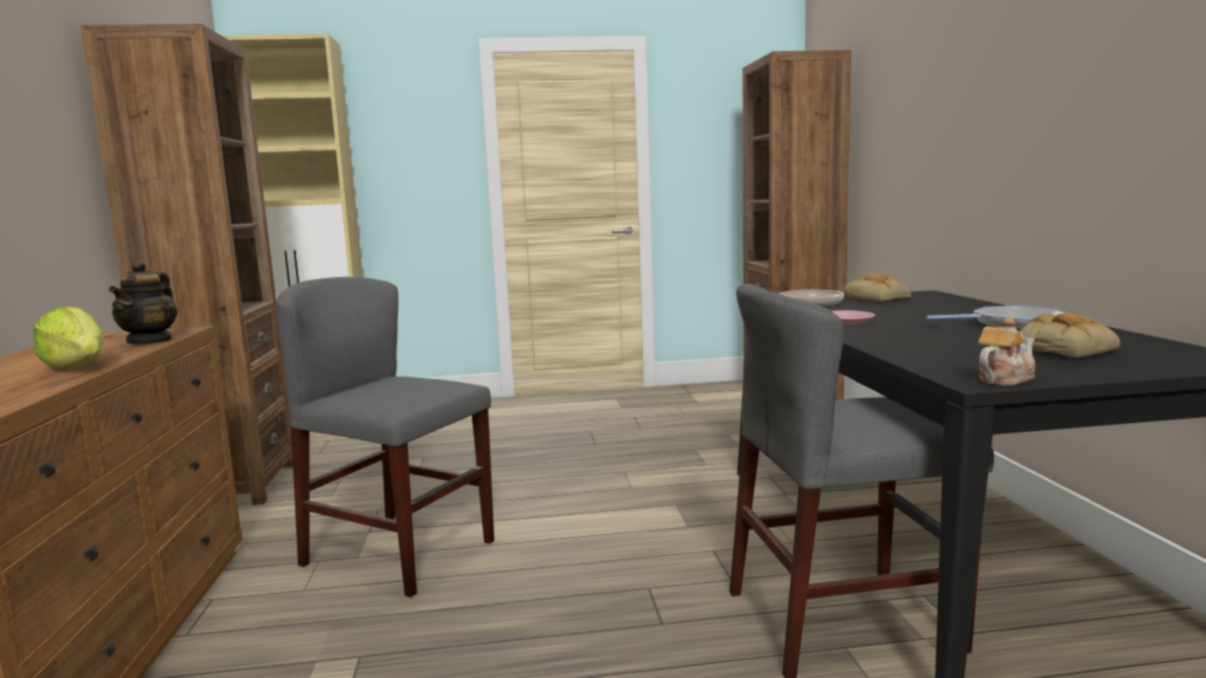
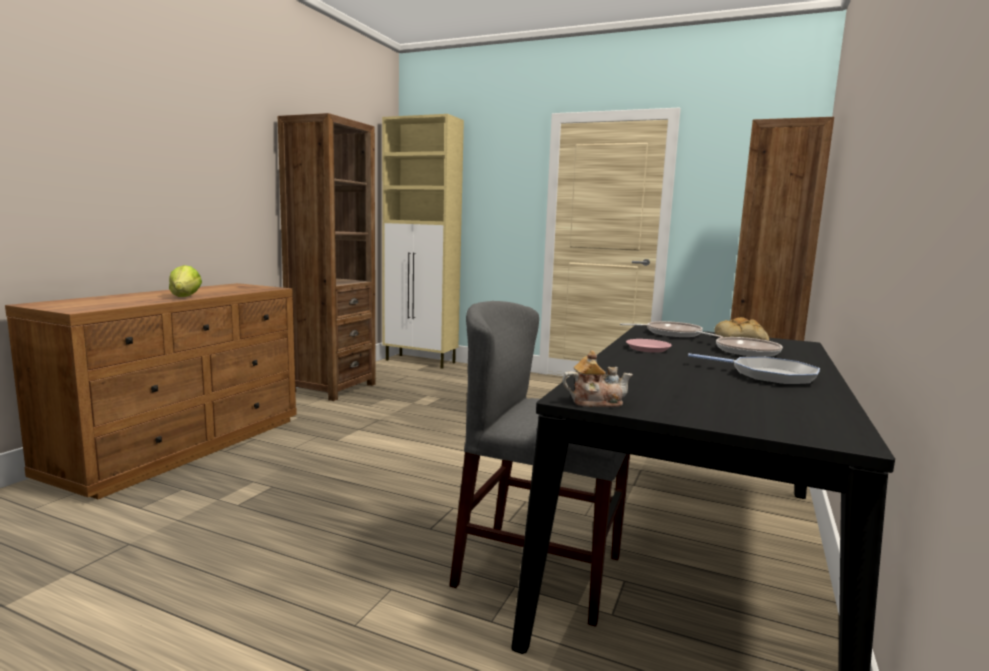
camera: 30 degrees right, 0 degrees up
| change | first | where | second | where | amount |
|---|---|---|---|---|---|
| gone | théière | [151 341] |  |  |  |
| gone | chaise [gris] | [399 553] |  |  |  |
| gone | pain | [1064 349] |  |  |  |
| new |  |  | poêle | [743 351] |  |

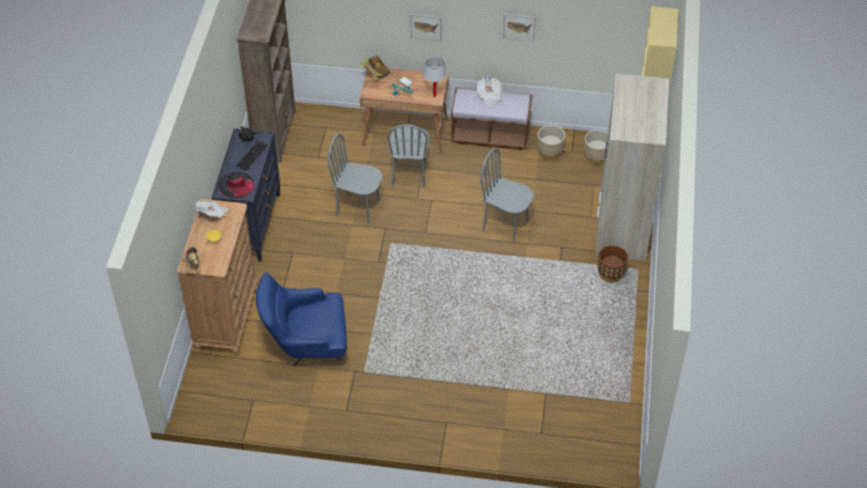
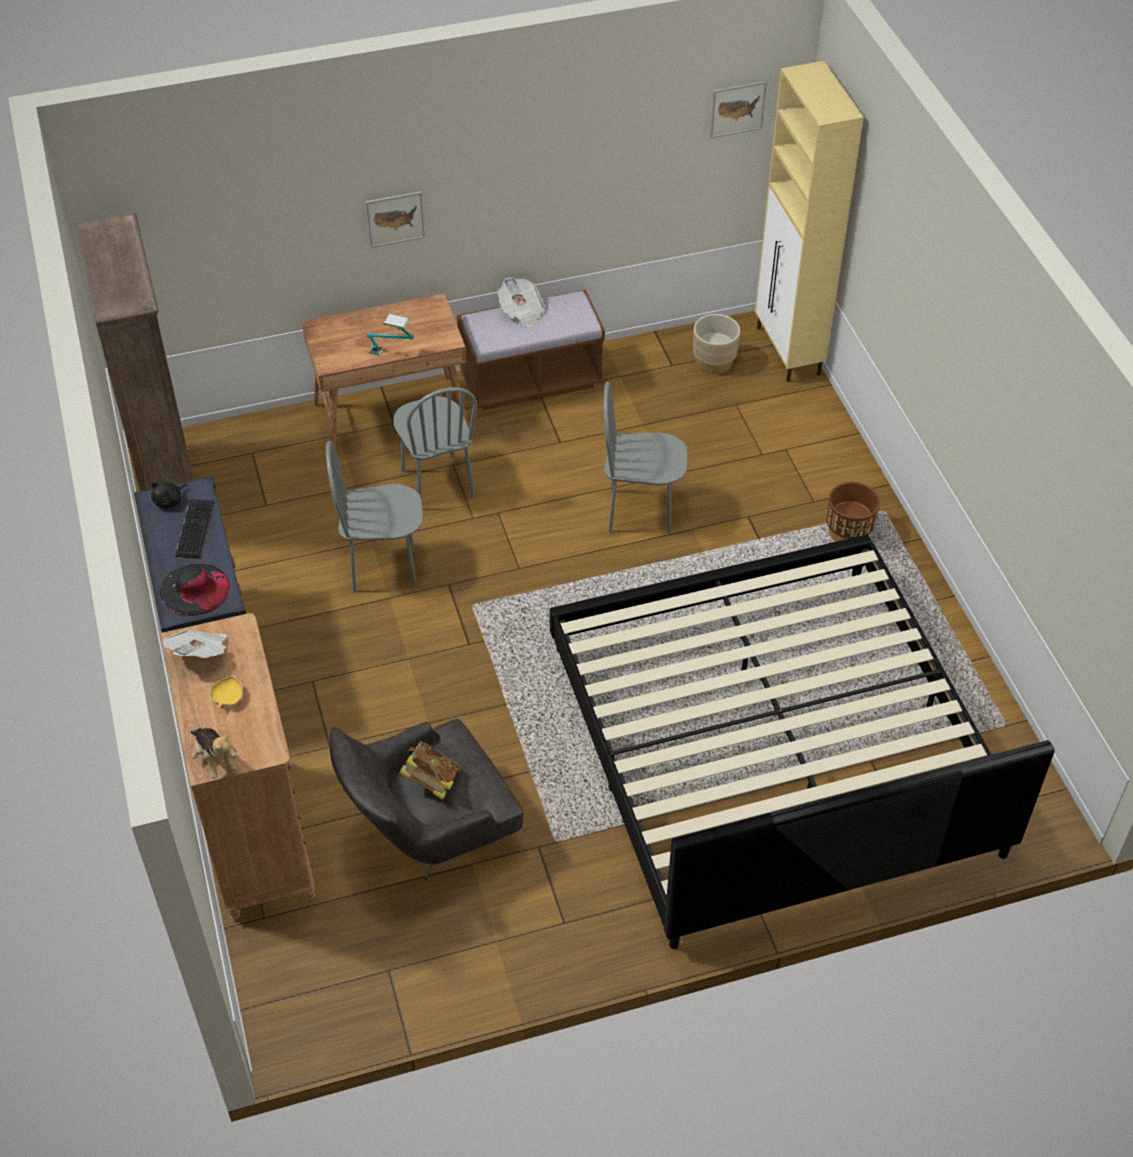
camera: 25 degrees left, 0 degrees up
| change | first | where | second | where | amount |
|---|---|---|---|---|---|
| gone | lampe de table [blanc] | [434 95] |  |  |  |
| gone | cache-pot [beige] | [549 152] |  |  |  |
| gone | armoire [beige] | [621 225] |  |  |  |
| new |  |  | lit | [771 749] |  |
| shifted | livre | [376 75] |  | [431 781] |  |
| shifted | tableau | [519 27] |  | [737 109] |  |
| repainted | fauteuil [bleu] | [306 346] | fauteuil [gris] | [429 835] |  |

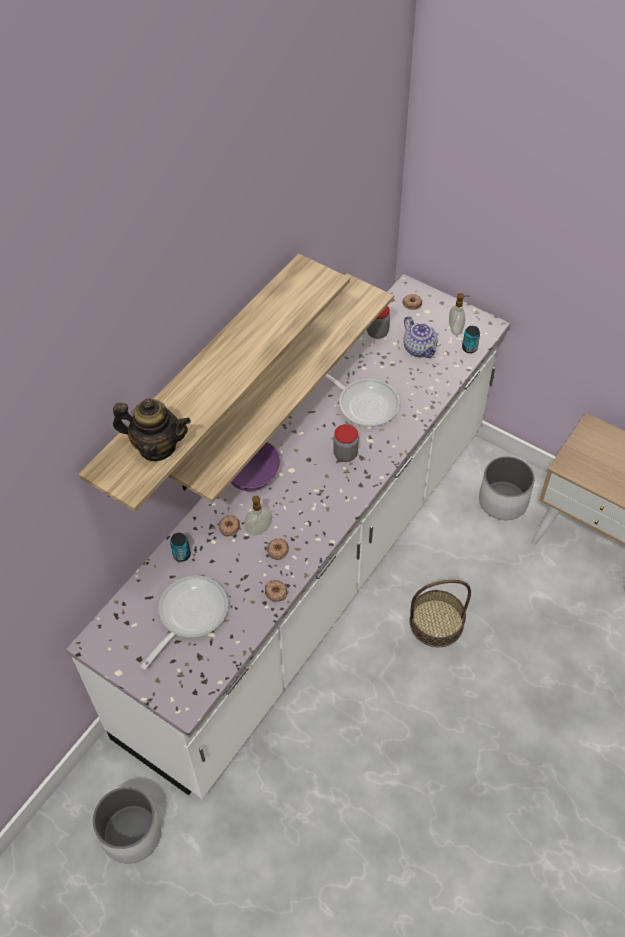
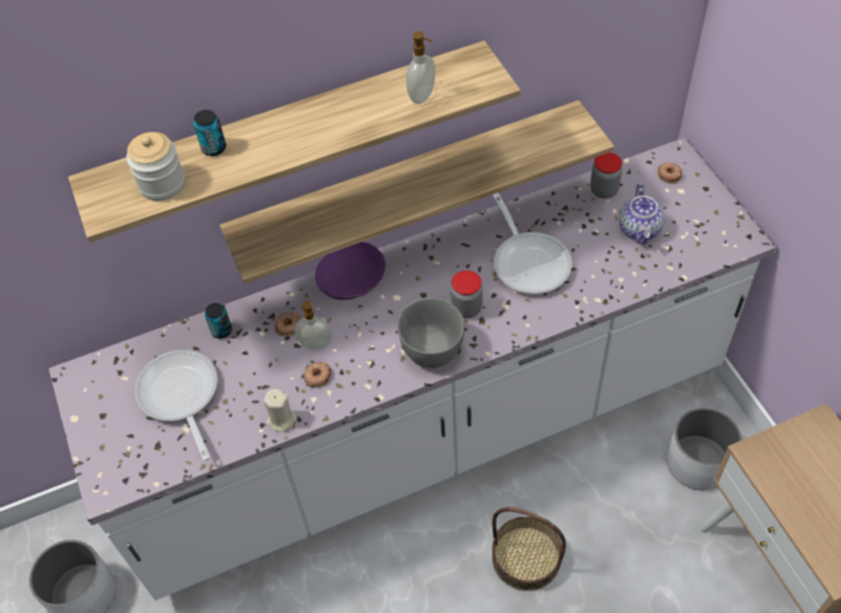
camera: 35 degrees right, 0 degrees up
| change | first | where | second | where | amount |
|---|---|---|---|---|---|
| new |  |  | bol [gris] | [432 351] |  |
| shifted | distributeur de savon | [456 329] |  | [423 96] |  |
| shifted | boîte métallique | [469 348] |  | [214 148] |  |
| swapped | théière | [157 447] | bocal | [162 184] |  |
| swapped | beignet | [275 592] | bougie [beige] | [281 420] |  |
| rotated | poêle | [189 615] |  | [180 397] | 90 degrees counterclockwise |

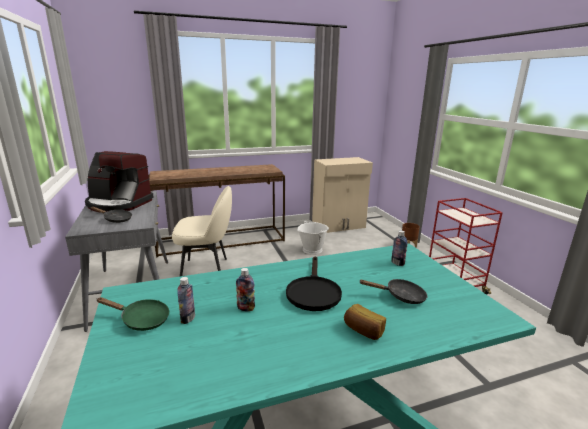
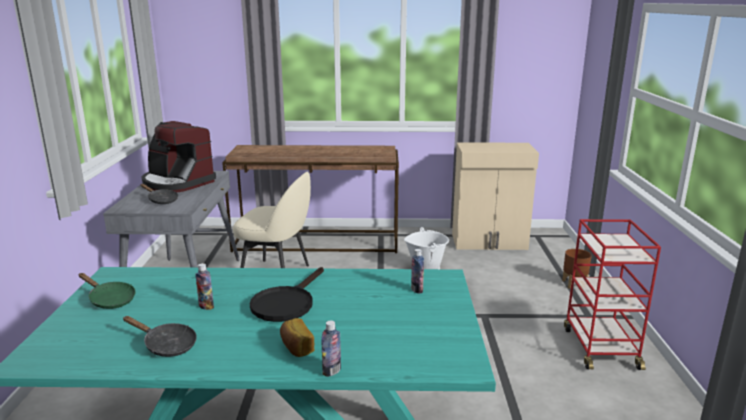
camera: 20 degrees right, 0 degrees up
| change | first | where | second | where | amount |
|---|---|---|---|---|---|
| shifted | bouteille | [188 319] |  | [331 371] |  |
| shifted | poêle [noir] | [401 296] |  | [166 345] |  |

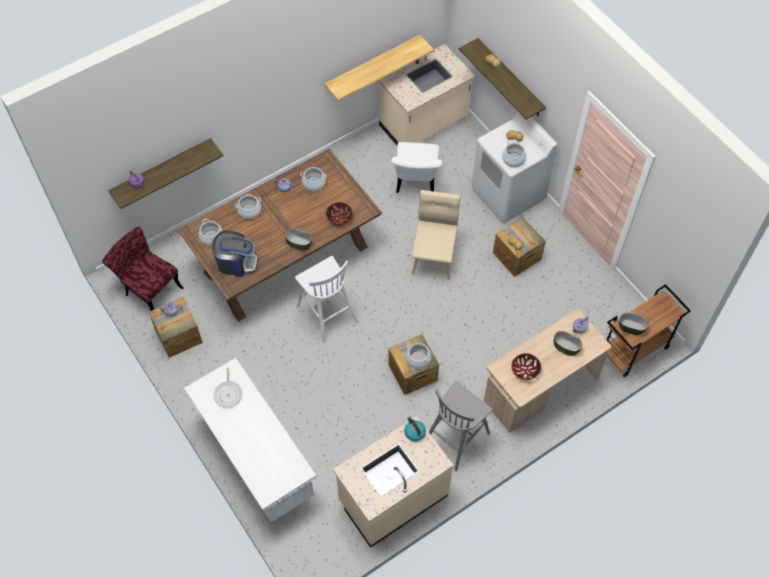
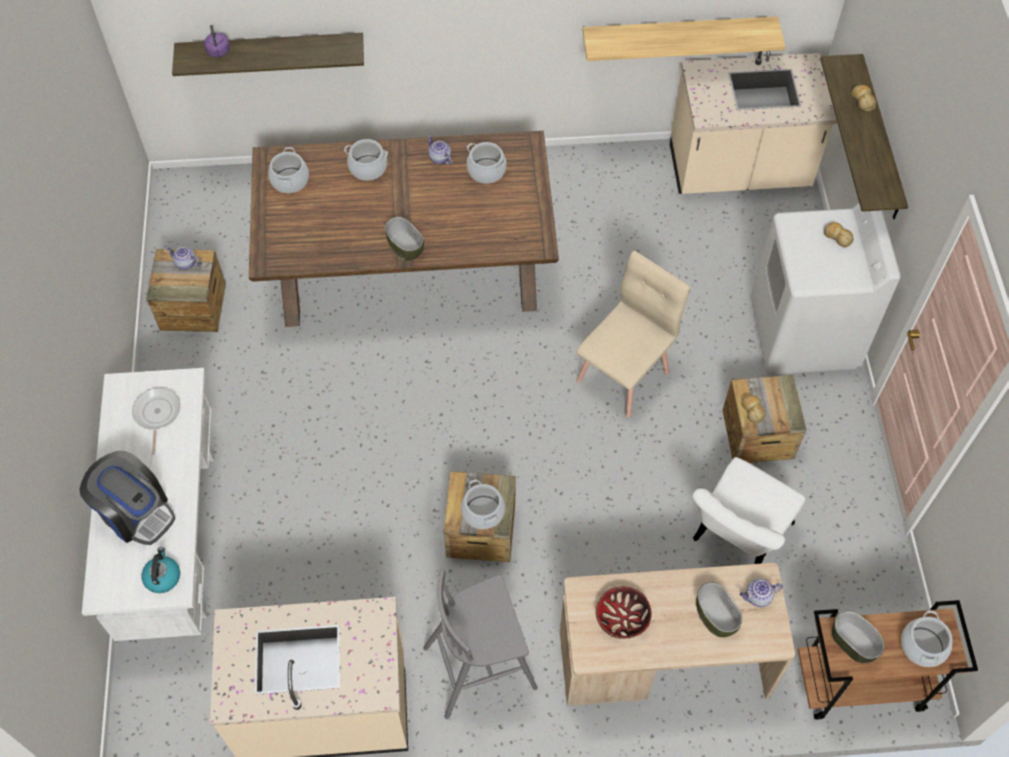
camera: 30 degrees right, 0 degrees up
| change | first | where | second | where | amount |
|---|---|---|---|---|---|
| gone | chaise [rouge] | [149 289] |  |  |  |
| gone | tabouret [blanc] | [326 313] |  |  |  |
| gone | bol | [339 218] |  |  |  |
| shifted | machine à café | [236 263] |  | [136 512] |  |
| shifted | chaise [blanc] | [416 183] |  | [736 539] |  |
| shifted | bouilloire | [414 432] |  | [162 577] |  |
| shifted | marmite | [513 159] |  | [922 646] |  |
| rotated | poêle | [228 393] |  | [157 414] | 150 degrees clockwise |

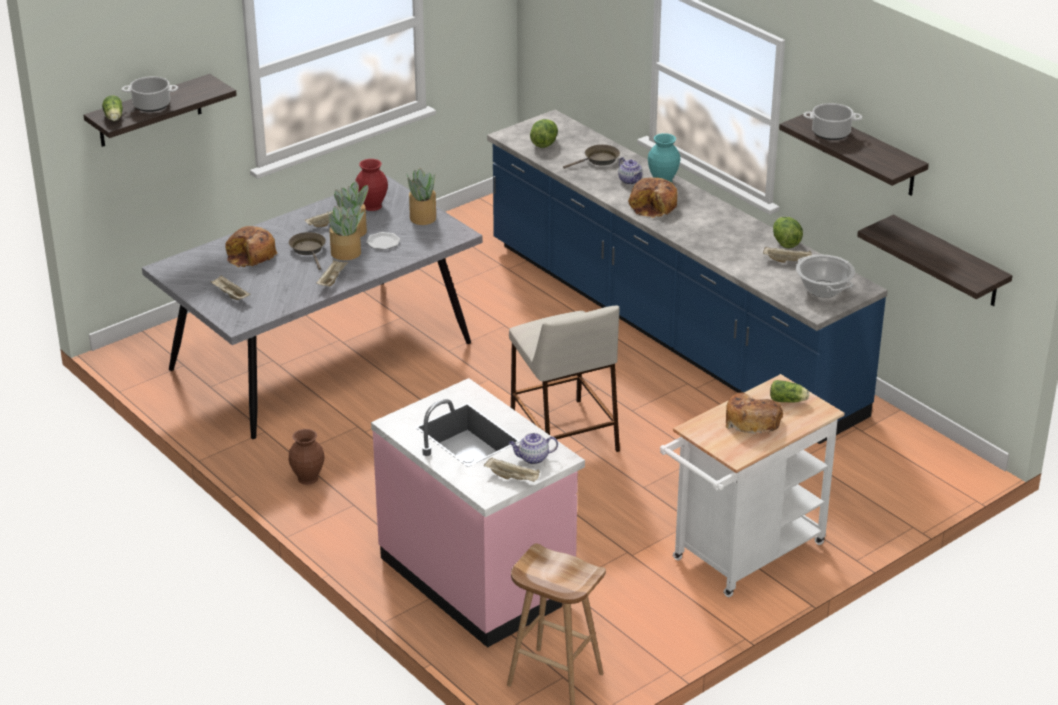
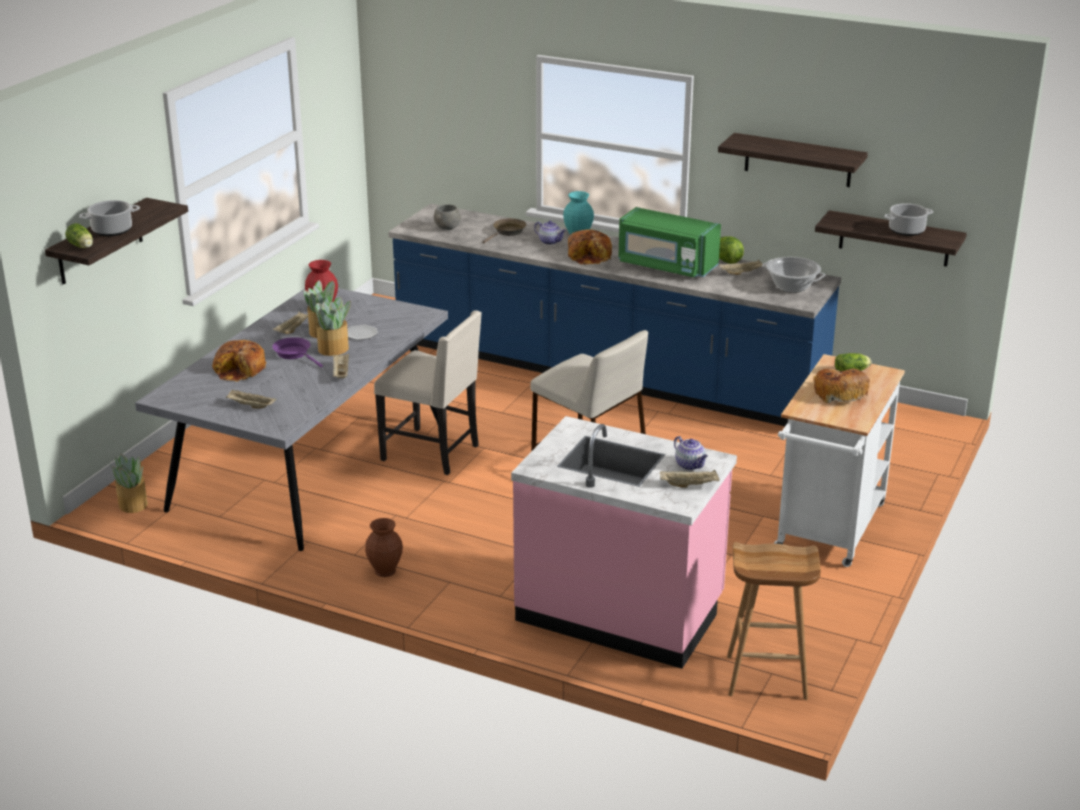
camera: 25 degrees left, 5 degrees down
| change | first | where | second | where | amount |
|---|---|---|---|---|---|
| new |  |  | chaise [beige] | [433 453] |  |
| new |  |  | micro-ondes [vert] | [666 266] |  |
| shifted | plante en pot | [422 218] |  | [133 505] |  |
| shifted | marmite | [830 133] |  | [906 231] |  |
| swapped | laitue | [544 143] | bol [gris] | [447 228] |  |
| repainted | poêle [marron] | [309 250] | poêle [violet] | [294 354] |  |
| rotated | théière | [532 458] |  | [690 465] | 90 degrees counterclockwise |

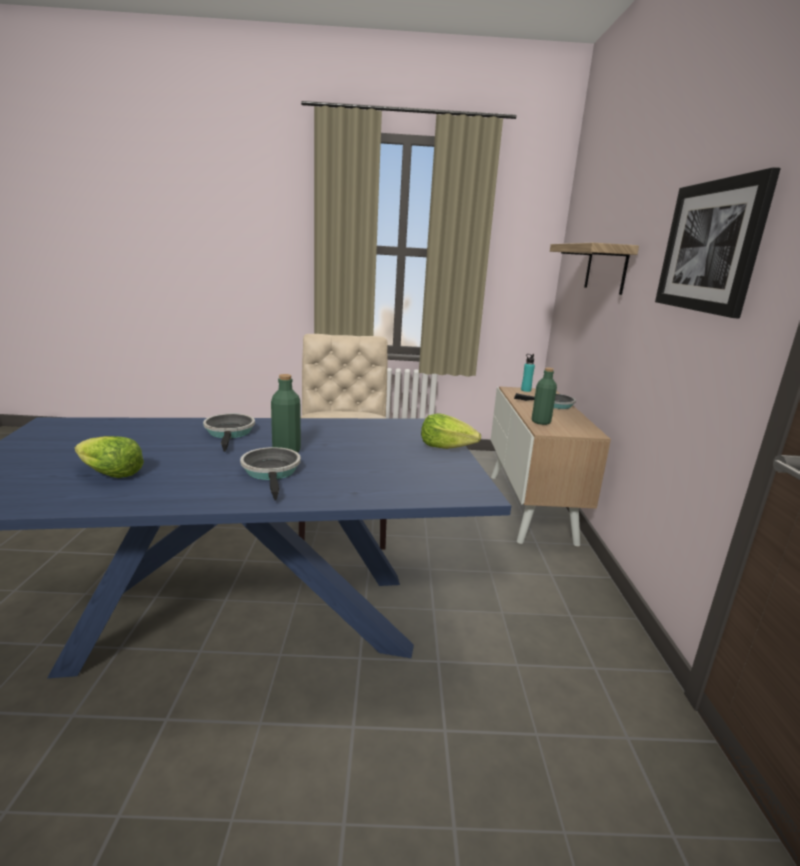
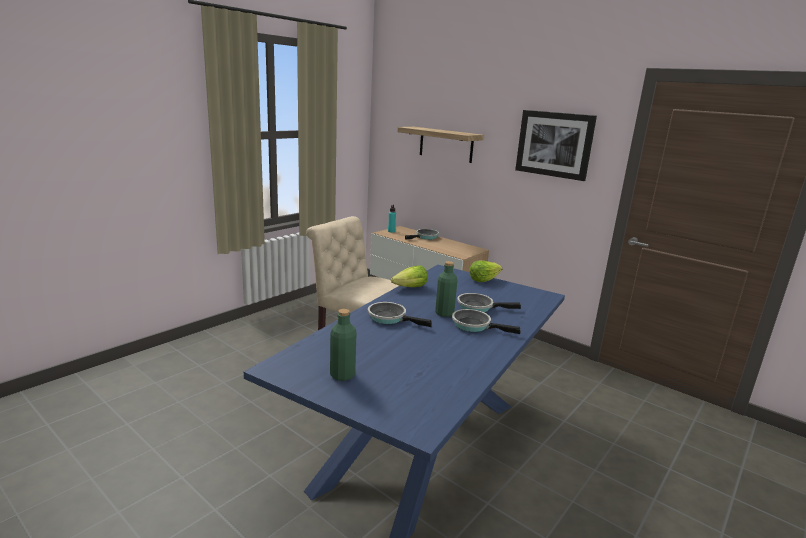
camera: 50 degrees left, 0 degrees up
| change | first | where | second | where | amount |
|---|---|---|---|---|---|
| new |  |  | poêle | [478 307] |  |
| shifted | laitue | [110 474] |  | [410 288] |  |
| shifted | bouteille [vert] | [541 422] |  | [342 375] |  |

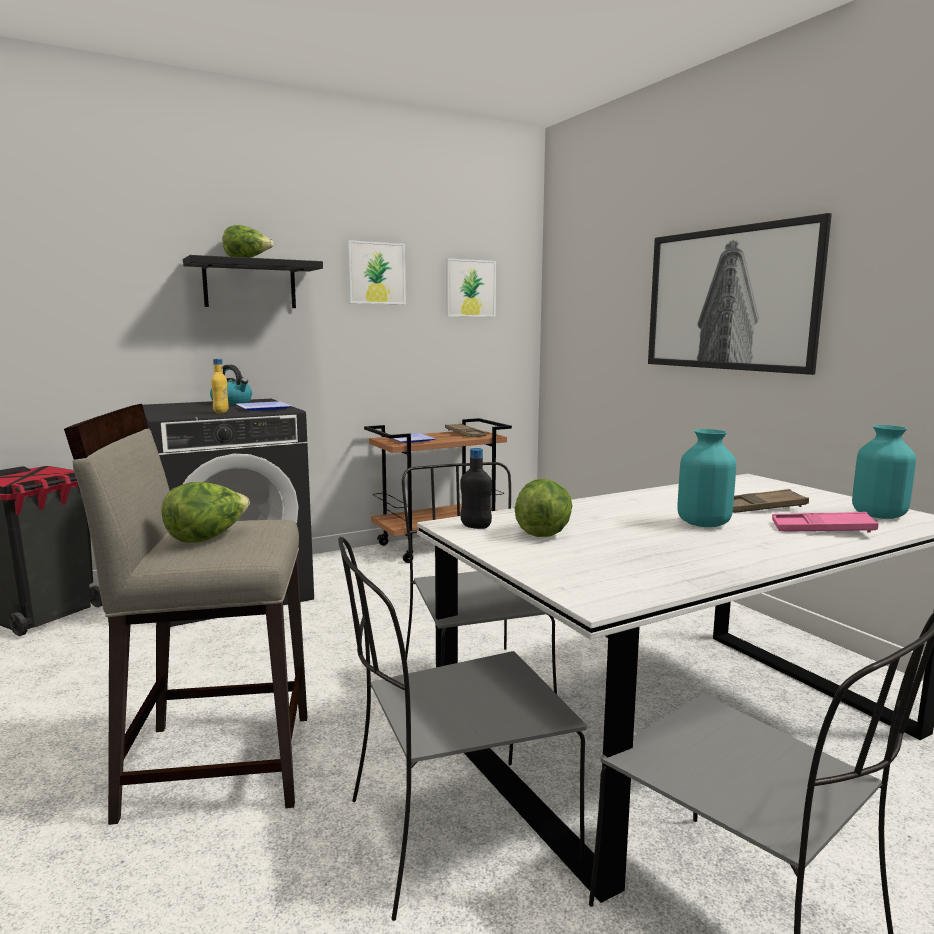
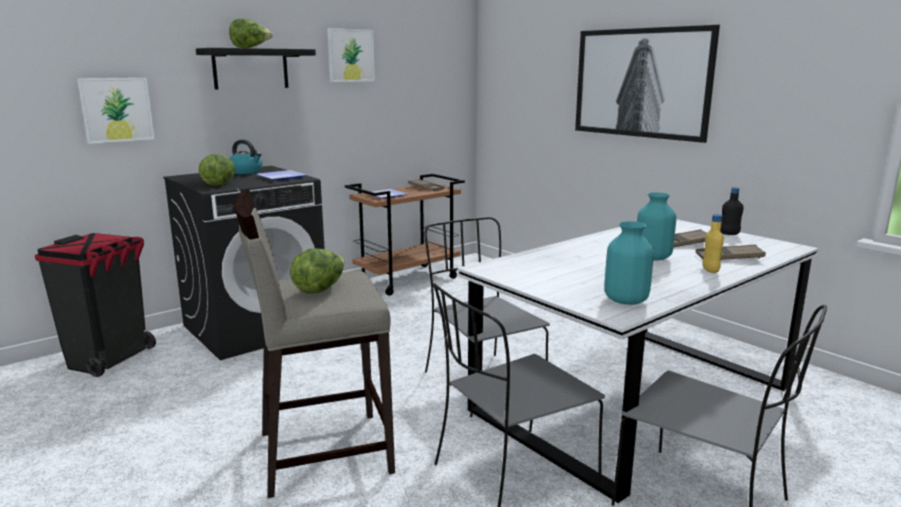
camera: 10 degrees left, 5 degrees up
| change | first | where | second | where | amount |
|---|---|---|---|---|---|
| shifted | bouteille [jaune] | [221 412] |  | [710 270] |  |
| shifted | tableau | [470 288] |  | [116 110] |  |
| shifted | bouteille [noir] | [475 526] |  | [729 234] |  |
| shifted | laitue | [543 532] |  | [220 184] |  |
| shifted | vase [turquoise] | [879 515] |  | [626 300] |  |
| repainted | plateau [rose] | [822 529] | plateau [marron] | [729 257] |  |

